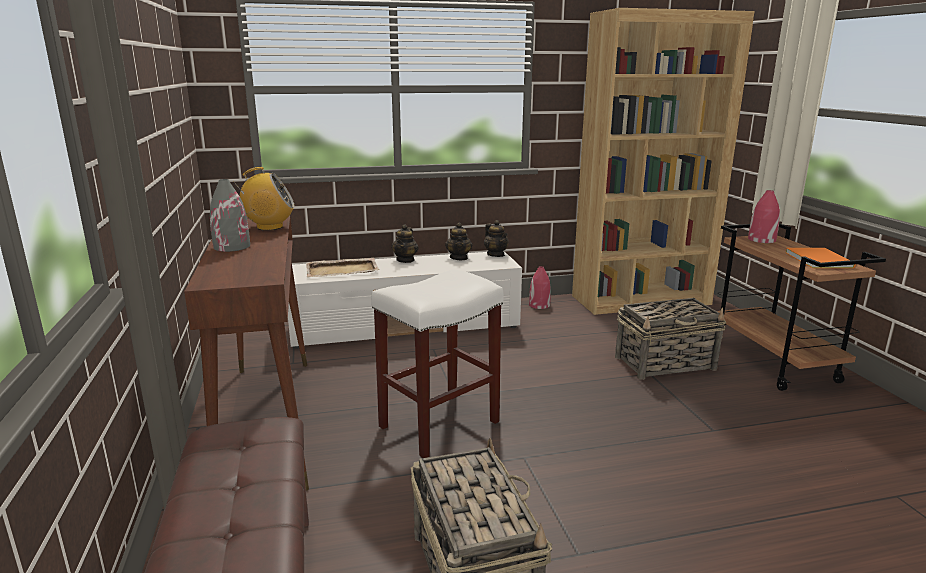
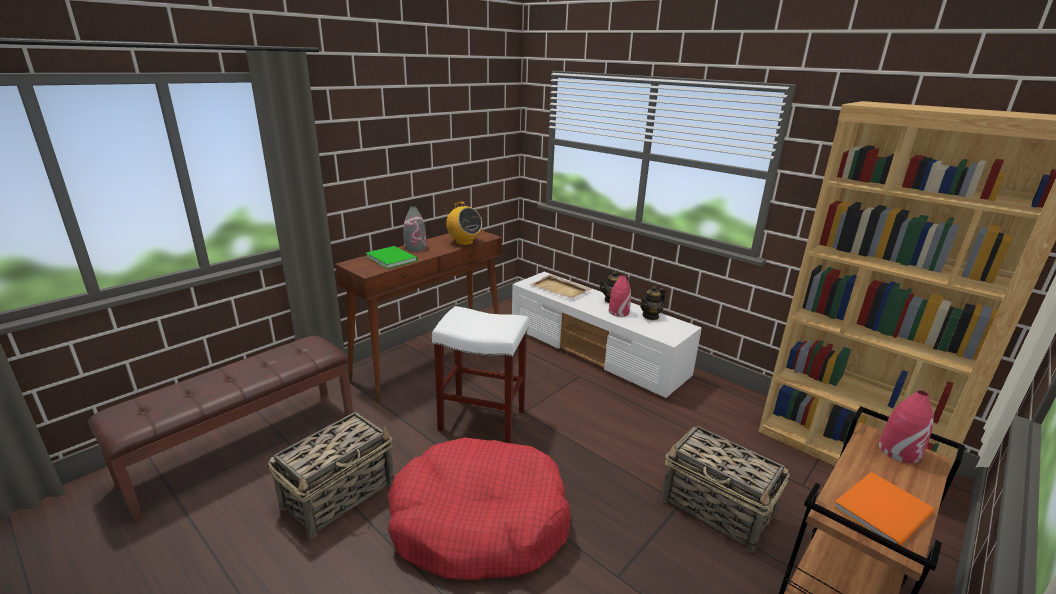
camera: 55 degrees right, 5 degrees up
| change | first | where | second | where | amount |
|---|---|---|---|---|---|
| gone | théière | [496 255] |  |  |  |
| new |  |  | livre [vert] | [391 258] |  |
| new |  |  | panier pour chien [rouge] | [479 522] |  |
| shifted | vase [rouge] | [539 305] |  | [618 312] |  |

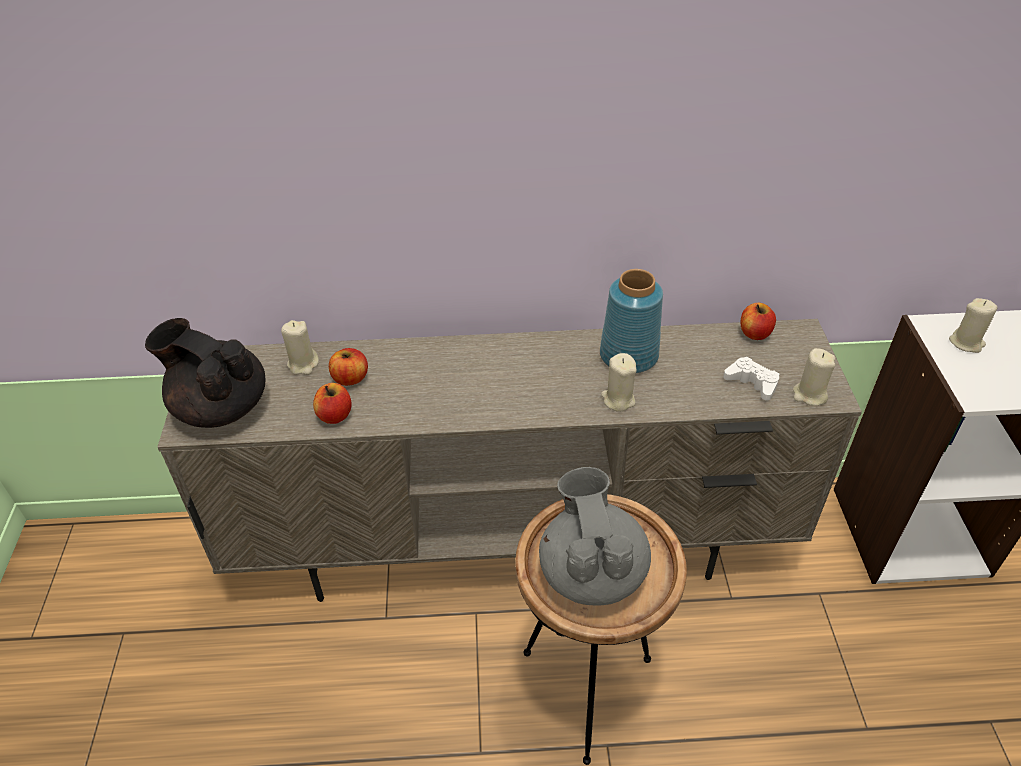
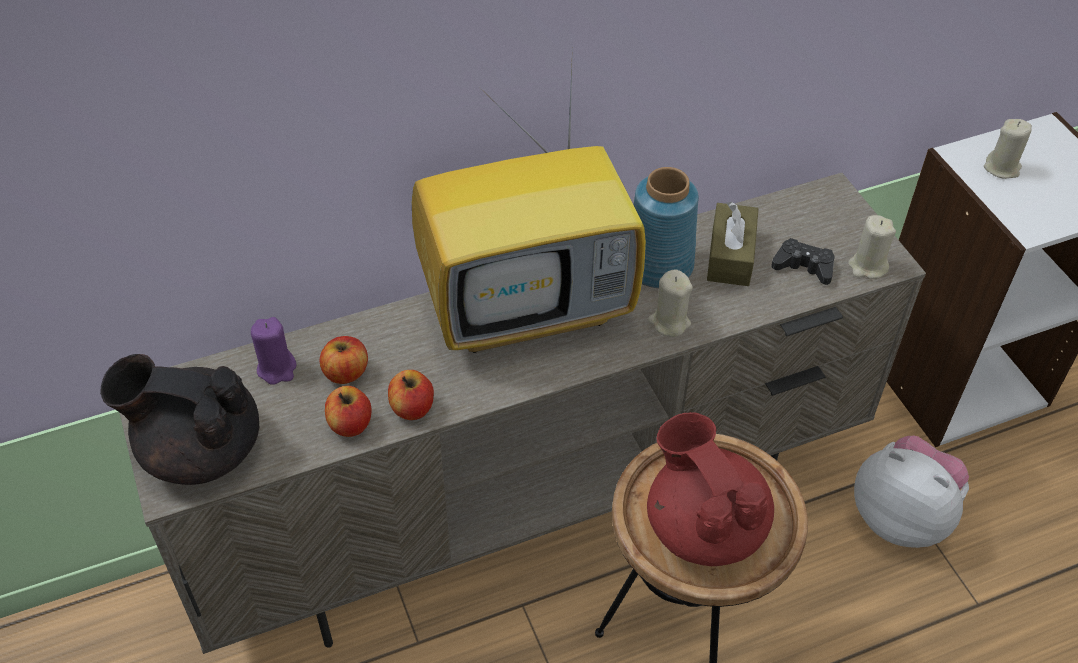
camera: 20 degrees left, 5 degrees up
| change | first | where | second | where | amount |
|---|---|---|---|---|---|
| new |  |  | téléviseur | [530 306] |  |
| new |  |  | boîte à mouchoirs [marron] | [730 256] |  |
| new |  |  | peluche | [901 516] |  |
| shifted | pomme | [755 333] |  | [412 408] |  |
| repainted | bougie [beige] | [303 364] | bougie [violet] | [277 368] |  |
| repainted | théière [gris] | [591 571] | théière [rouge] | [704 526] |  |
| repainted | manette [blanc] | [752 383] | manette [noir] | [803 267] |  |

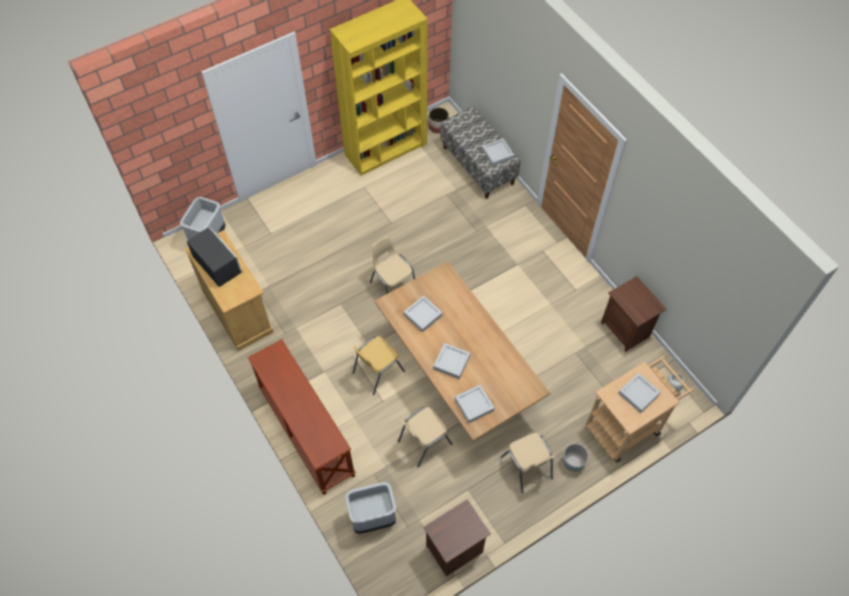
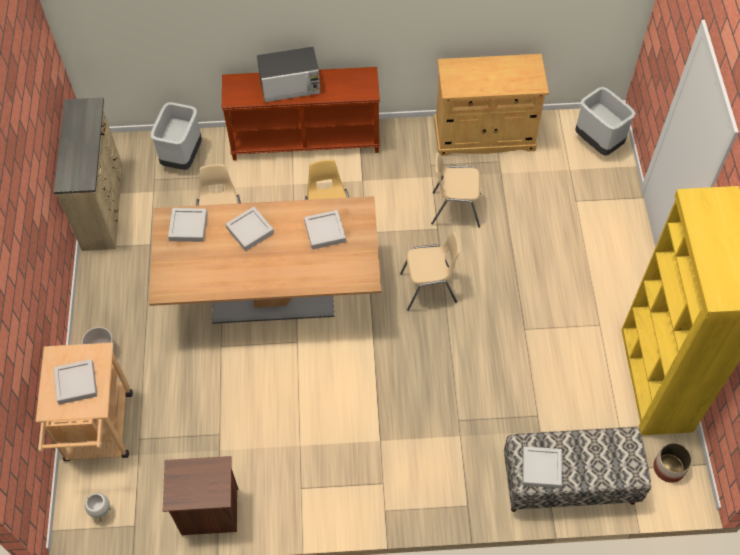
camera: 120 degrees right, 0 degrees up
| change | first | where | second | where | amount |
|---|---|---|---|---|---|
| shifted | micro-ondes | [217 264] |  | [290 86] |  |
| shifted | chaise [beige] | [527 468] |  | [455 209] |  |
| swapped | table de chevet [marron] | [455 550] | commode [beige] | [104 206] |  |

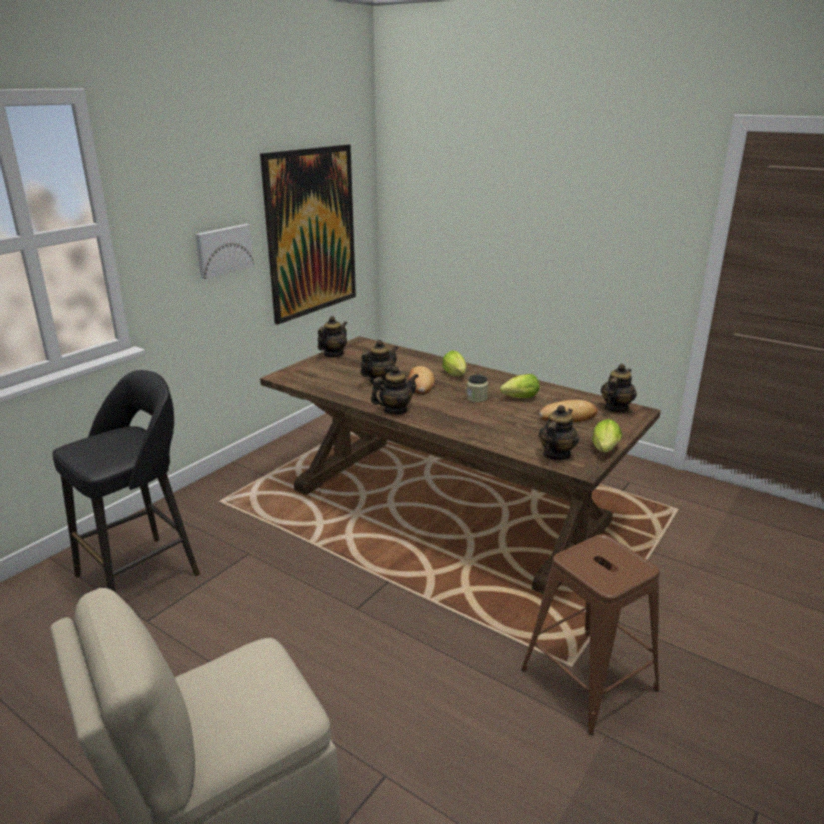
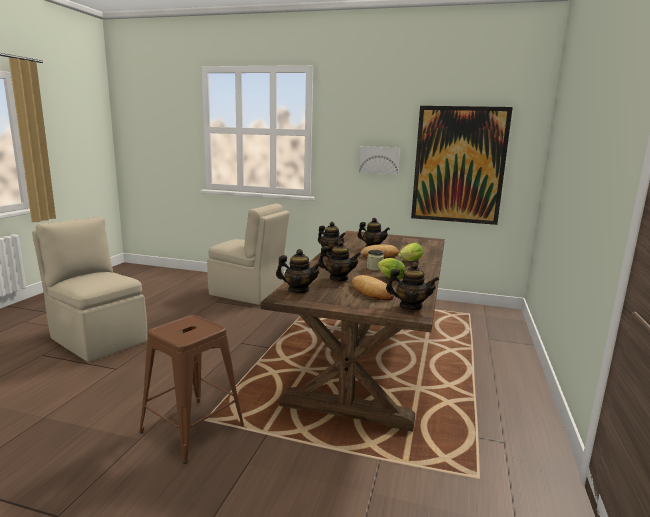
camera: 70 degrees right, 10 degrees down
| change | first | where | second | where | amount |
|---|---|---|---|---|---|
| gone | laitue | [604 451] |  |  |  |
| shifted | théière | [333 354] |  | [338 278] |  |
| swapped | tabouret [noir] | [142 573] | chaise [beige] | [248 293] |  |

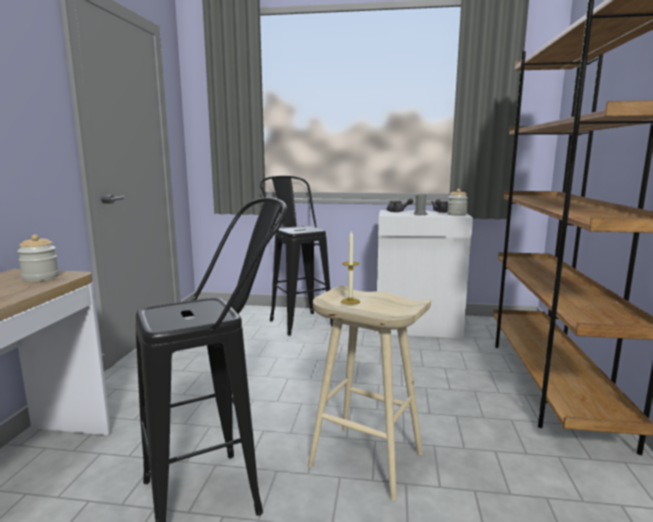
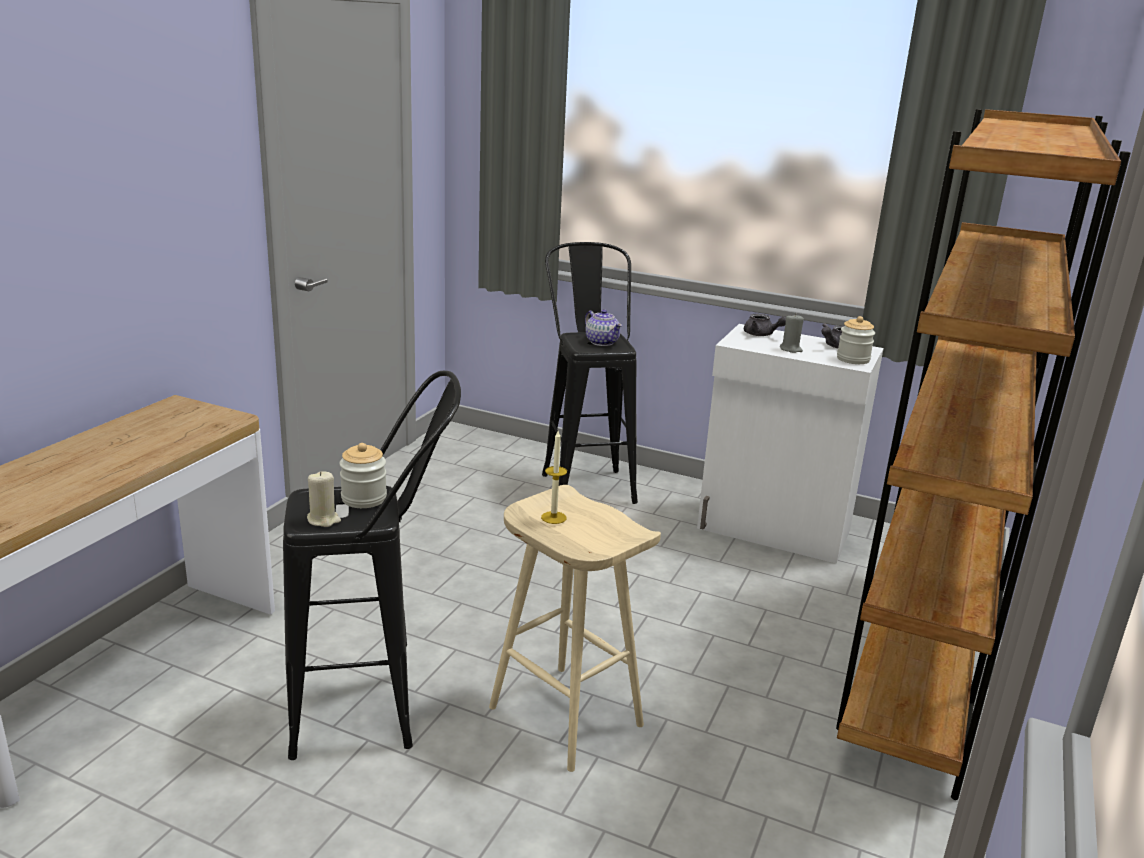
camera: 15 degrees right, 10 degrees up
| change | first | where | second | where | amount |
|---|---|---|---|---|---|
| new |  |  | bougie [beige] | [323 520] |  |
| new |  |  | théière | [602 342] |  |
| shifted | bocal | [41 277] |  | [364 499] |  |

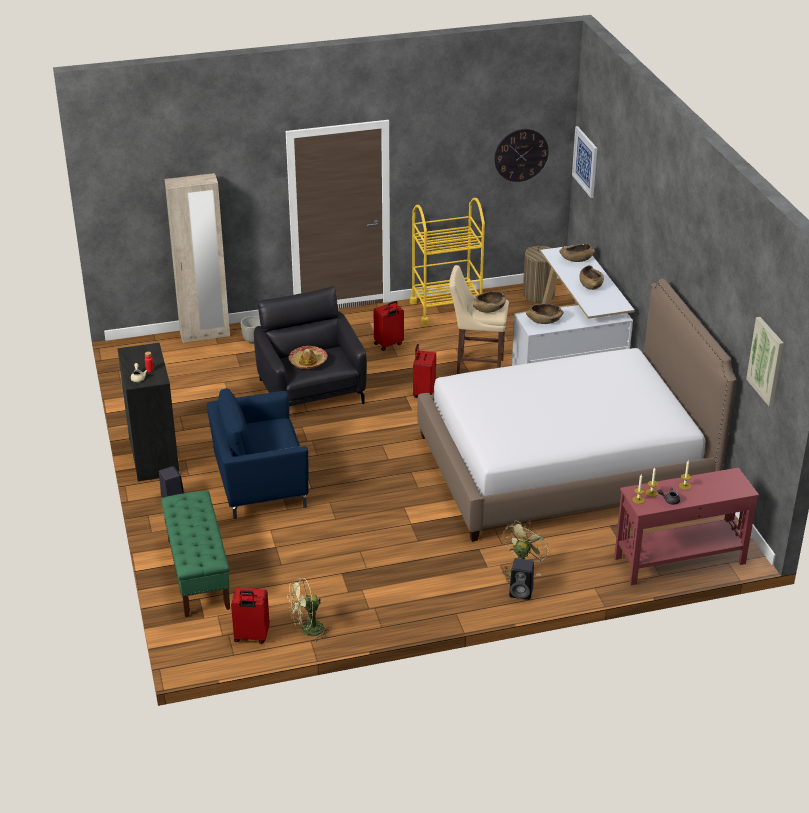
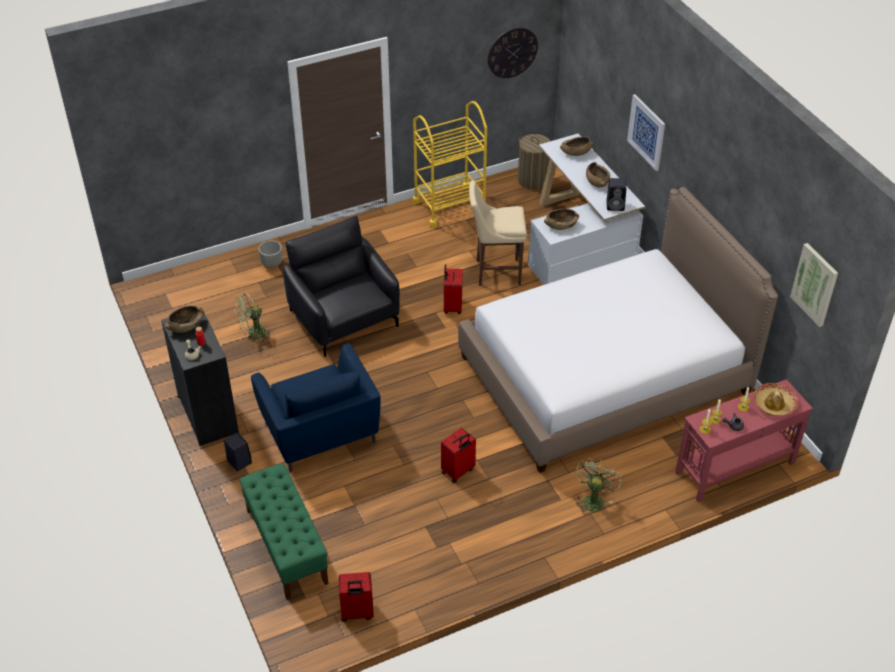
camera: 10 degrees left, 10 degrees up
| change | first | where | second | where | amount |
|---|---|---|---|---|---|
| gone | armoire [beige] | [205 335] |  |  |  |
| shifted | ventilateur [vert] | [307 630] |  | [253 334] |  |
| shifted | chapeau | [308 362] |  | [774 403] |  |
| shifted | valise [rouge] | [389 344] |  | [458 471] |  |
| shifted | bol [marron] | [489 308] |  | [185 325] |  |
| shifted | enceinte [noir] | [522 592] |  | [616 205] |  |
| shifted | tableau | [585 161] |  | [646 132] |  |
| rotated | fauteuil [bleu] | [259 485] |  | [320 434] | 90 degrees counterclockwise |

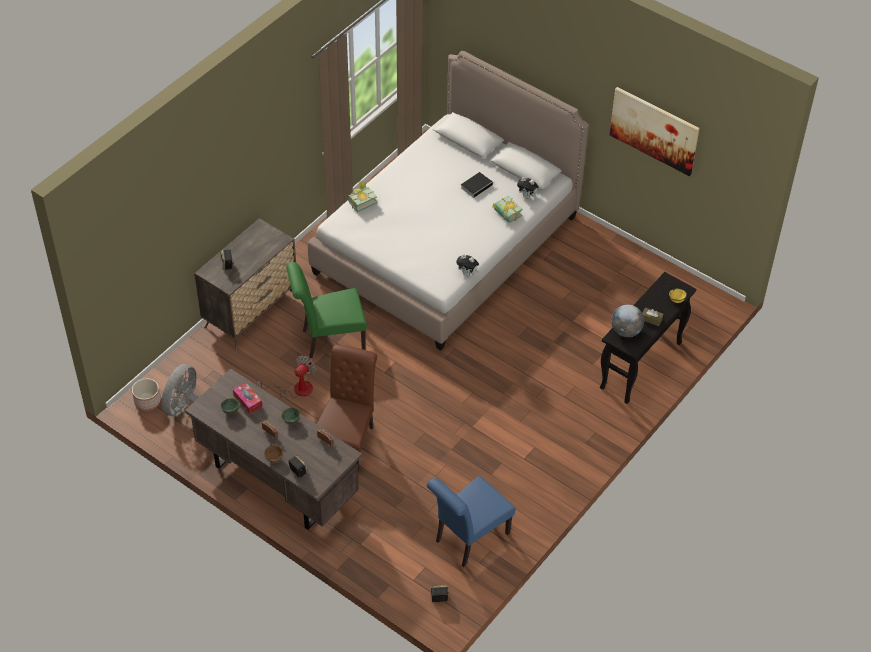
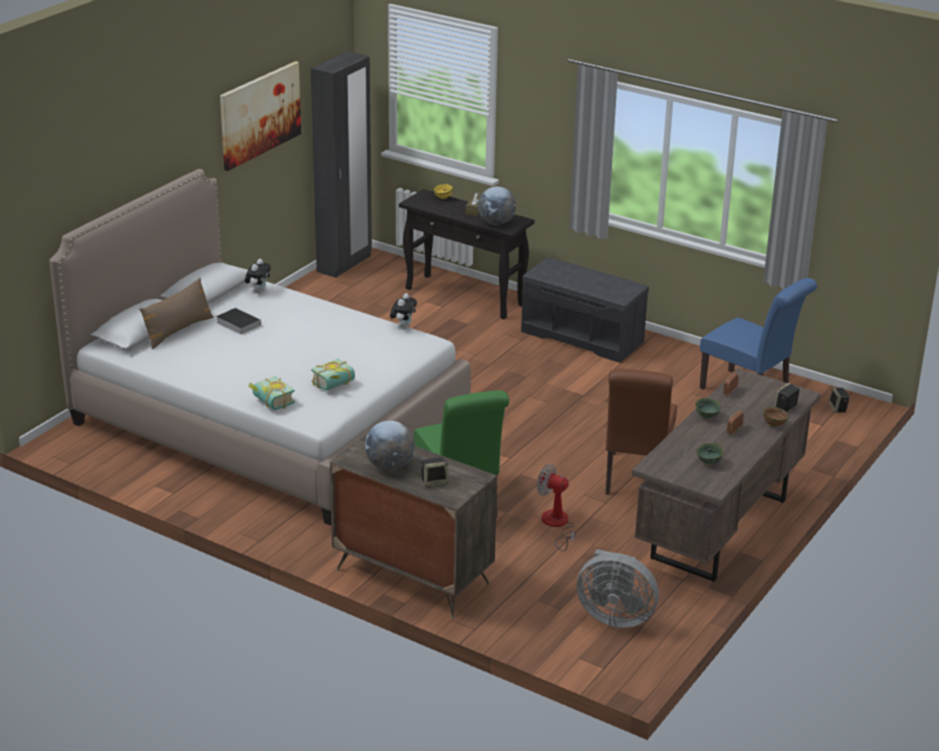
camera: 95 degrees left, 20 degrees down
| change | first | where | second | where | amount |
|---|---|---|---|---|---|
| gone | cache-pot | [147 401] |  |  |  |
| gone | boîte à mouchoirs | [247 401] |  |  |  |
| new |  |  | coussin [marron] | [178 331] |  |
| new |  |  | armoire [noir] | [344 264] |  |
| new |  |  | globe | [390 466] |  |
| new |  |  | banc [gris] | [583 336] |  |
| shifted | livre | [505 215] |  | [335 385] |  |
| rotated | chaise [marron] | [347 441] |  | [635 479] | 90 degrees counterclockwise |

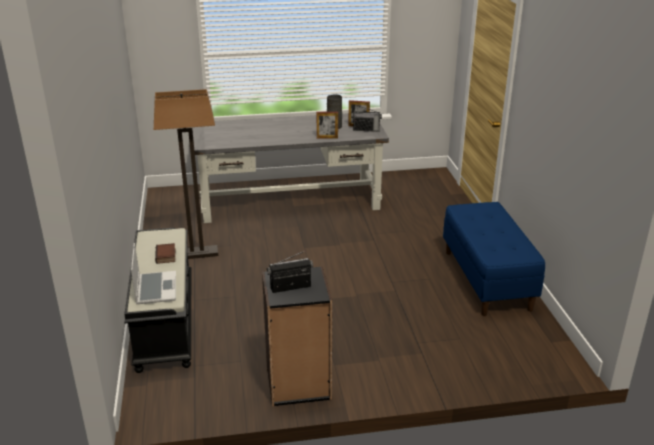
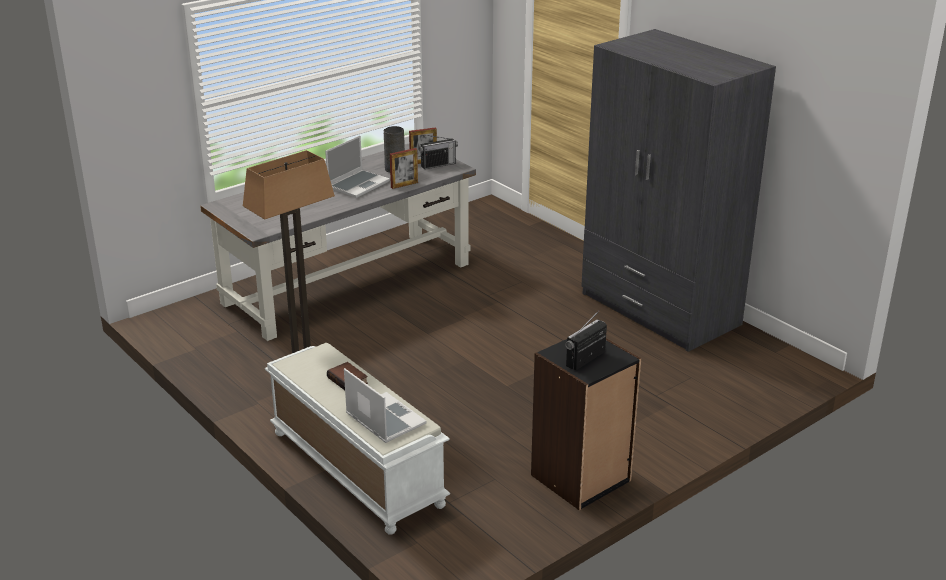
camera: 30 degrees left, 0 degrees up
| change | first | where | second | where | amount |
|---|---|---|---|---|---|
| new |  |  | ordinateur portable | [358 185] |  |
| swapped | banc [bleu] | [487 280] | armoire [gris] | [659 309] |  |
| repainted | banc [noir] | [164 320] | banc [blanc] | [354 468] |  |

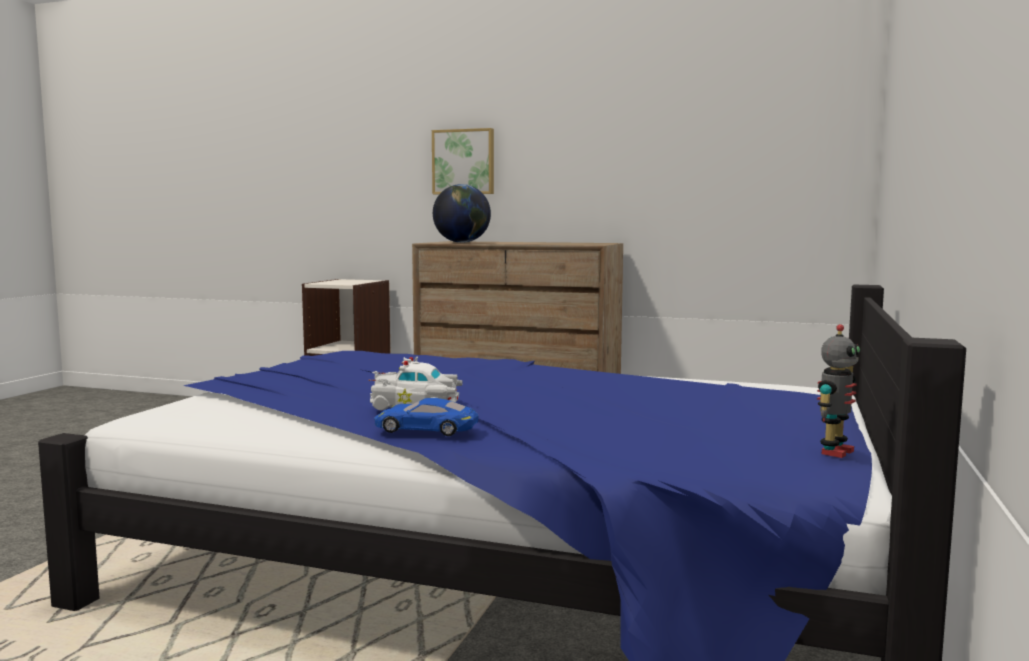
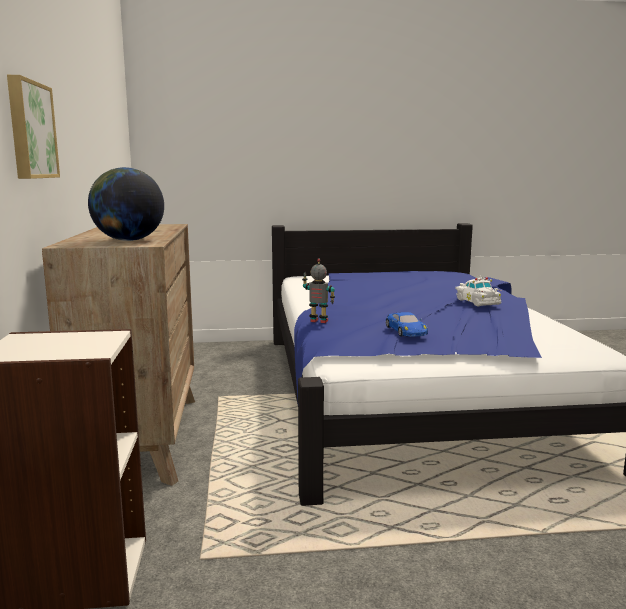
camera: 115 degrees left, 5 degrees up
| change | first | where | second | where | amount |
|---|---|---|---|---|---|
| shifted | petite voiture [bleu] | [426 428] |  | [406 331] |  |
| shifted | robot jouet | [834 452] |  | [318 321] |  |

